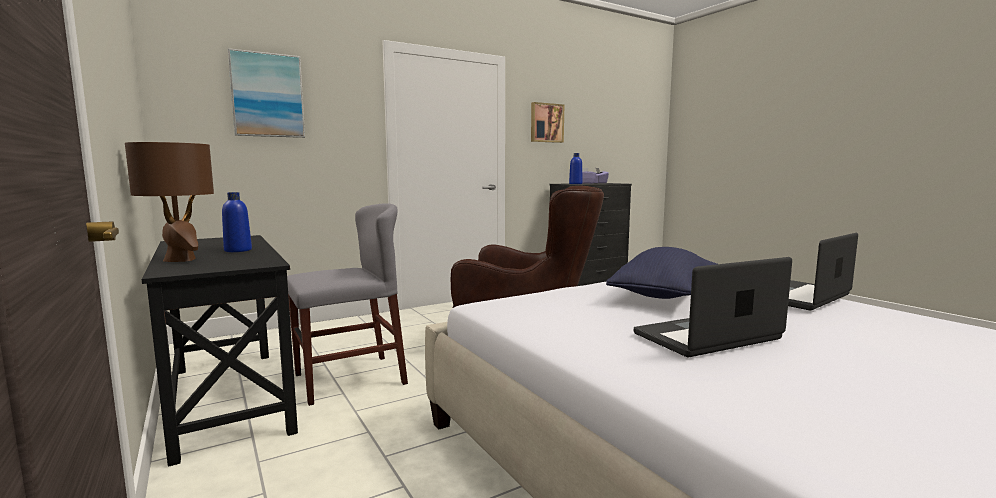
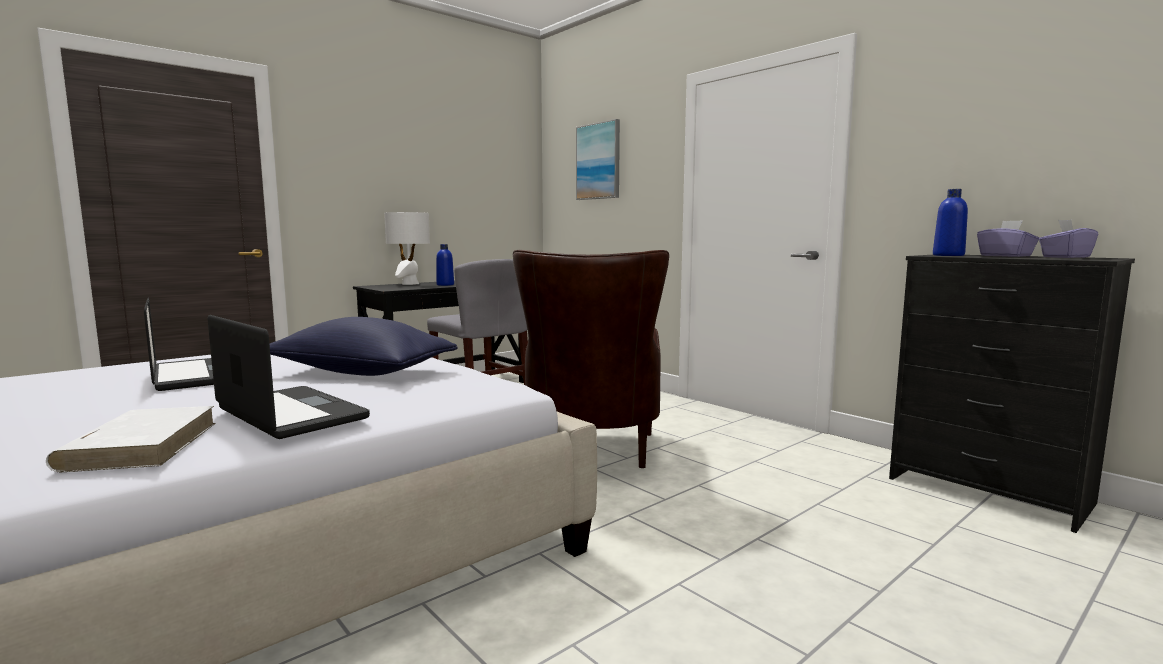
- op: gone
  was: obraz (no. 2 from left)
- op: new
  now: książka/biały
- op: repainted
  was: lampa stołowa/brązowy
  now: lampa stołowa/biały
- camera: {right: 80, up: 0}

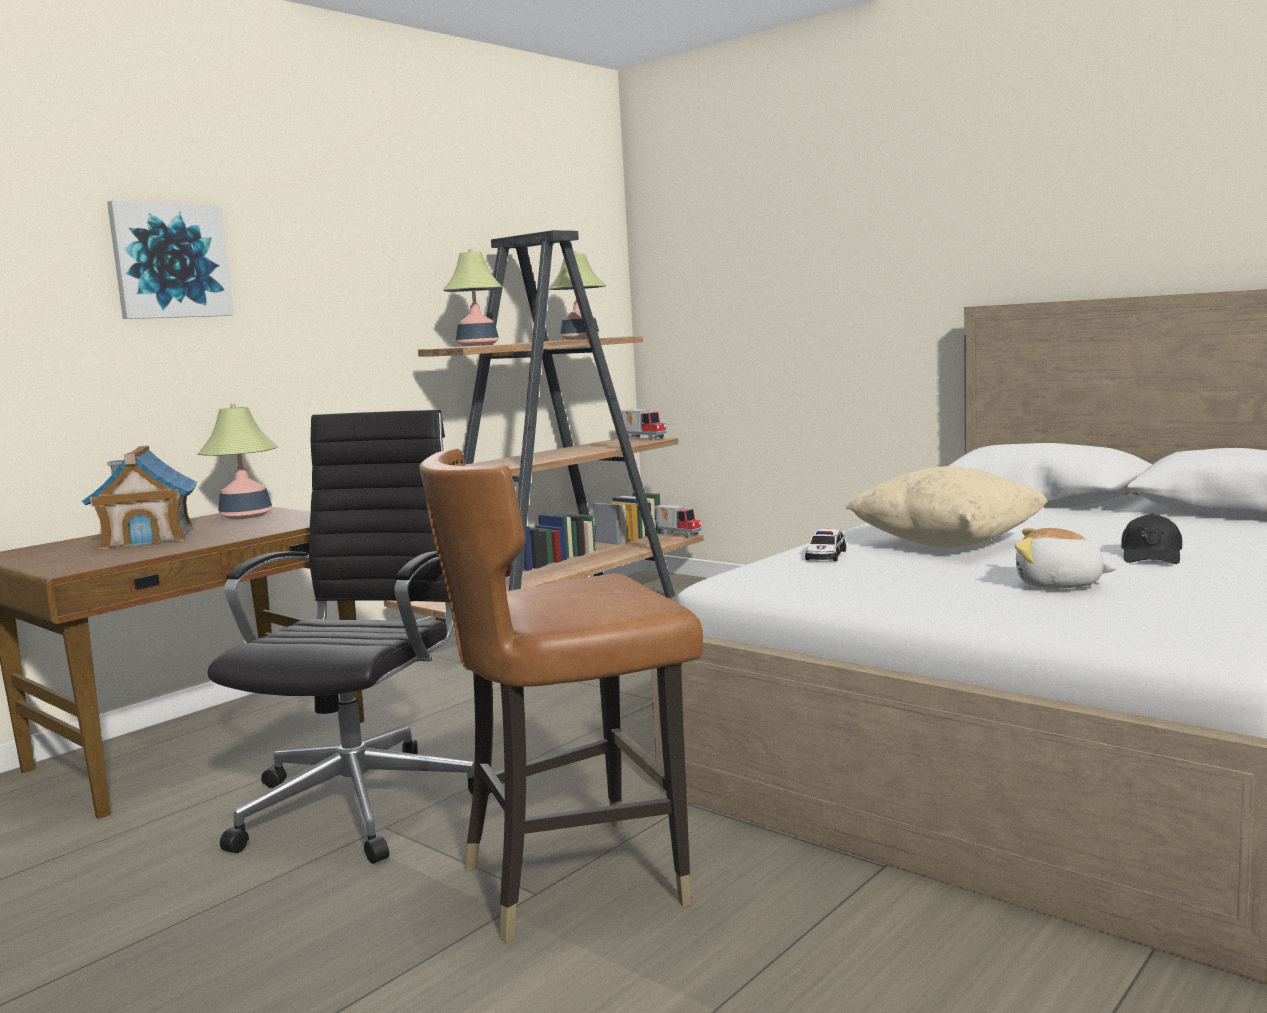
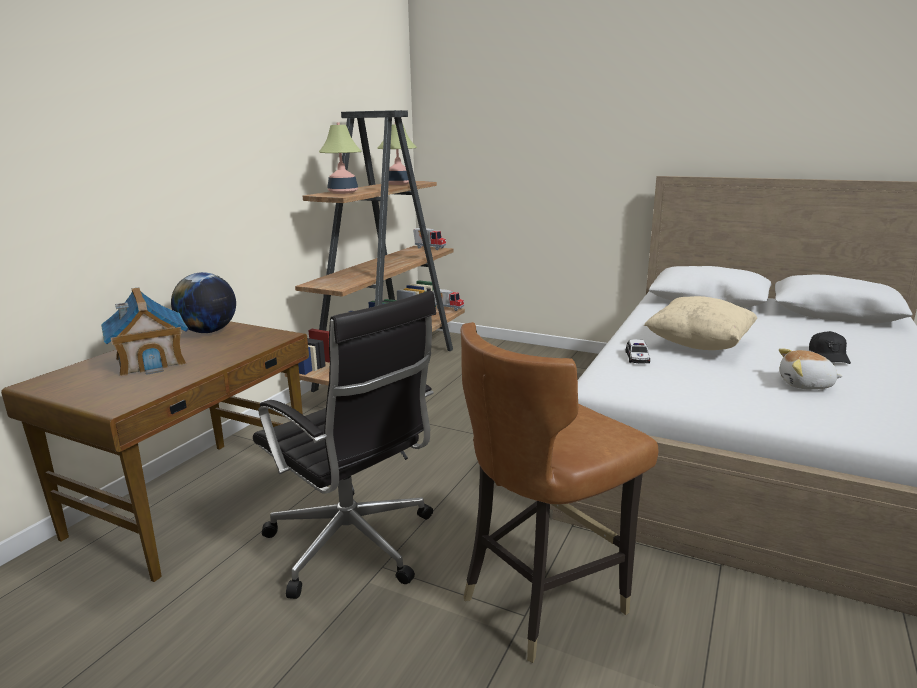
- op: gone
  was: obraz
- op: swapped
  was: lampa stołowa (no. 1 from left)
  now: globus
- op: rotated
  was: krzesło biurowe/czarny
  clockwise: 135
- camera: {right: -15, up: 10}

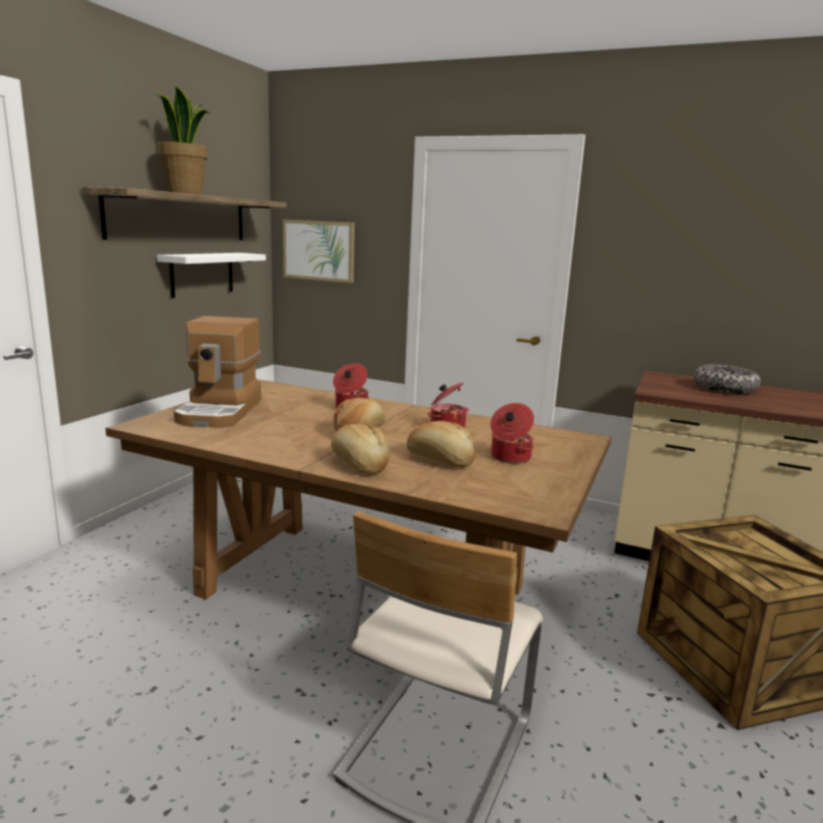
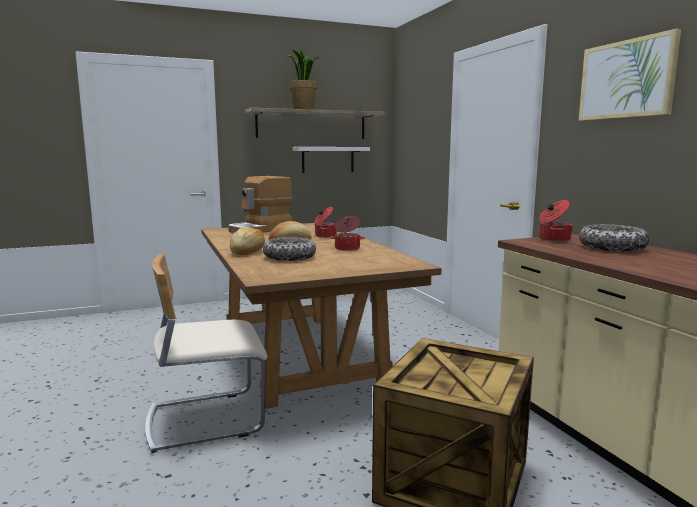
- op: shifted
  was: obraz
- op: shifted
  was: garnek (no. 3 from left)
- op: swapped
  was: chleb (no. 3 from left)
  now: miska (no. 1 from left)
- camera: {right: 45, up: -5}

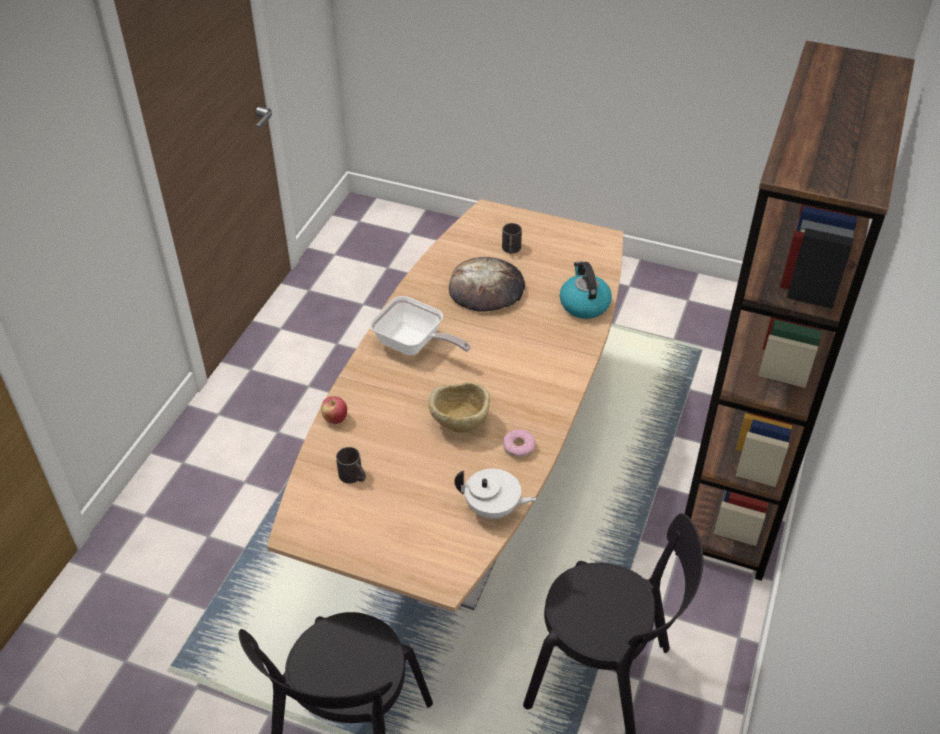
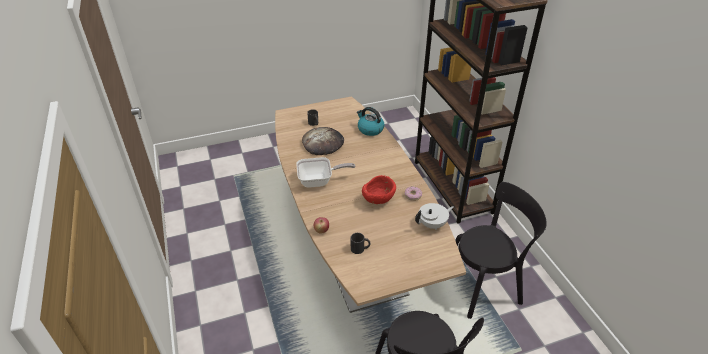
- op: repainted
  was: miska/beżowy
  now: miska/czerwony
- camera: {right: -40, up: -5}

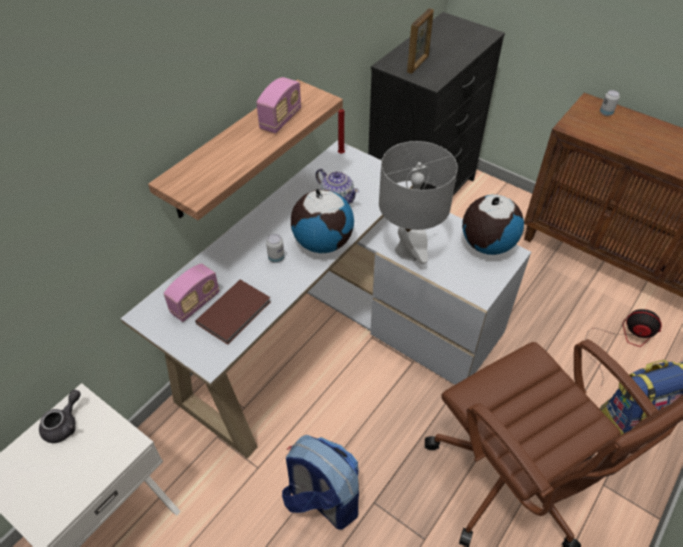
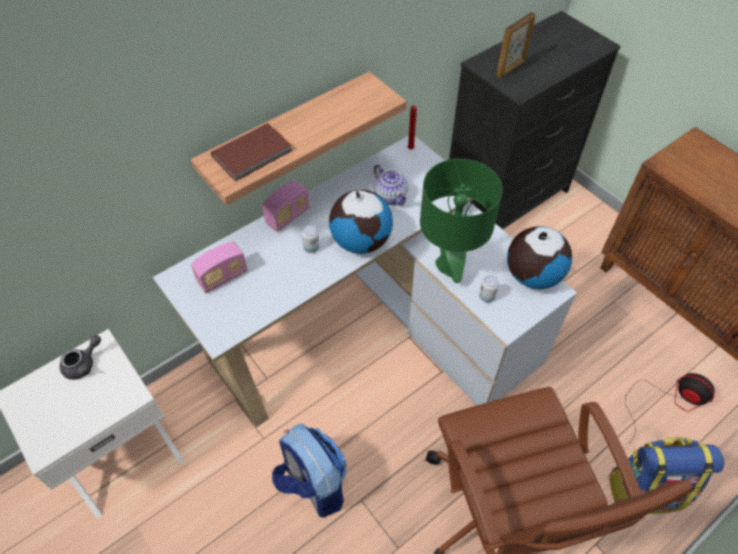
- op: shifted
  was: książka/brązowy
- op: shifted
  was: radio (no. 2 from left)
- op: shifted
  was: puszka (no. 2 from left)
- op: repainted
  was: lampa stołowa/szary
  now: lampa stołowa/zielony
- camera: {right: 15, up: 5}

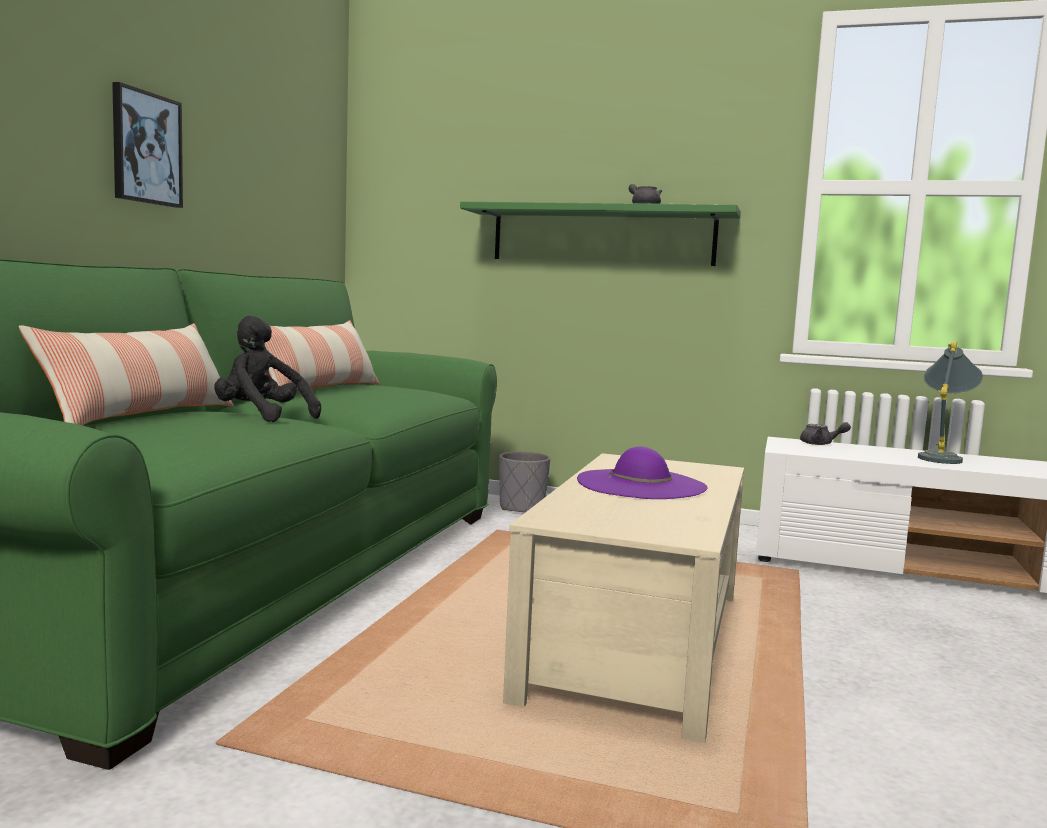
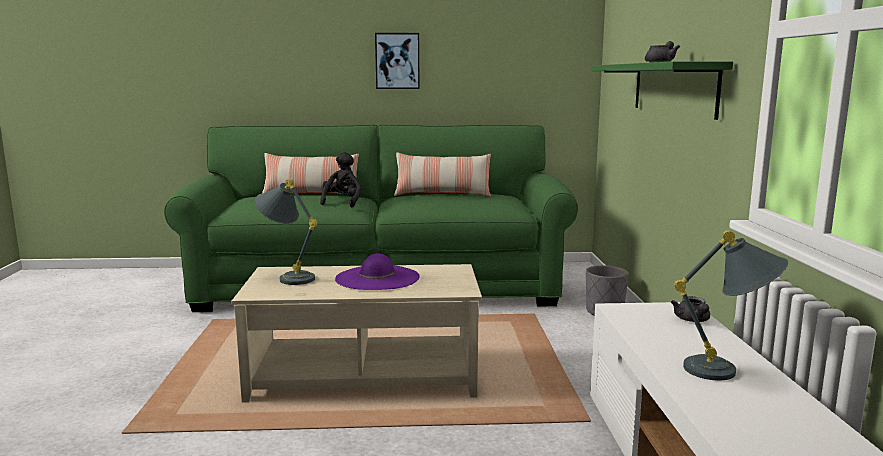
- op: new
  now: lampa stołowa/szary (no. 1 from left)
- camera: {right: 70, up: 5}

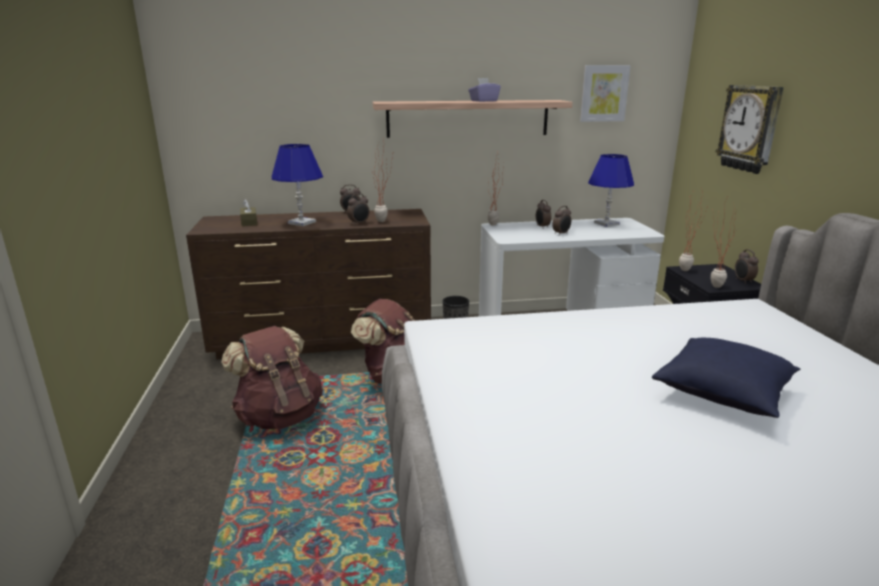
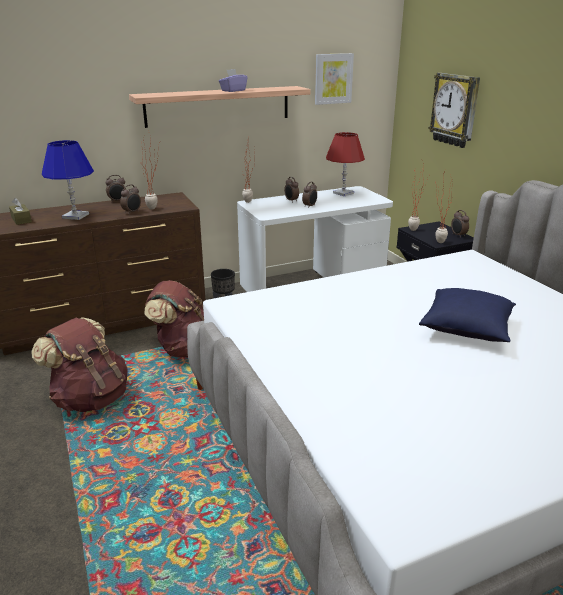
- op: repainted
  was: lampa stołowa/niebieski (no. 2 from left)
  now: lampa stołowa/czerwony
- camera: {right: -15, up: 5}

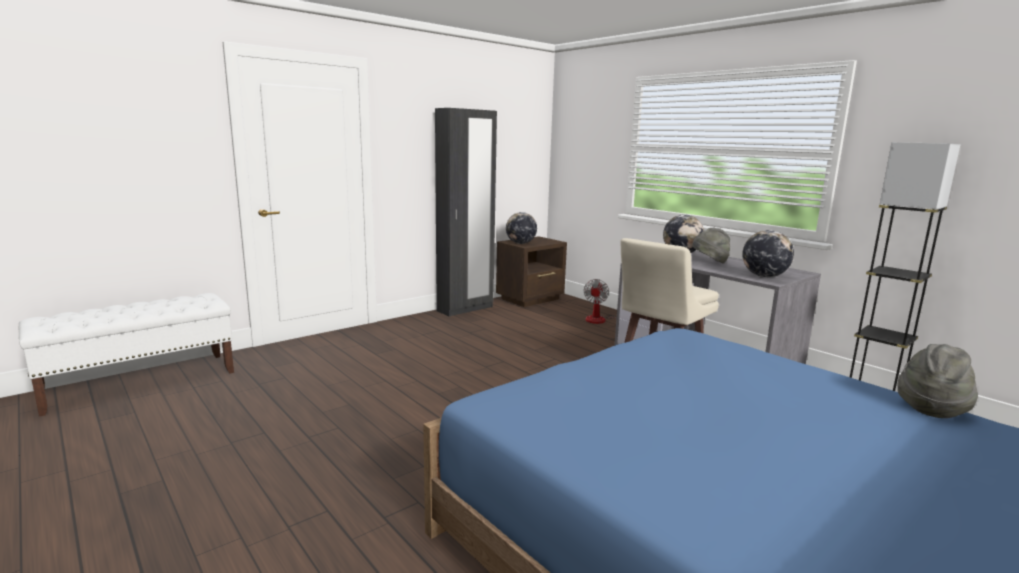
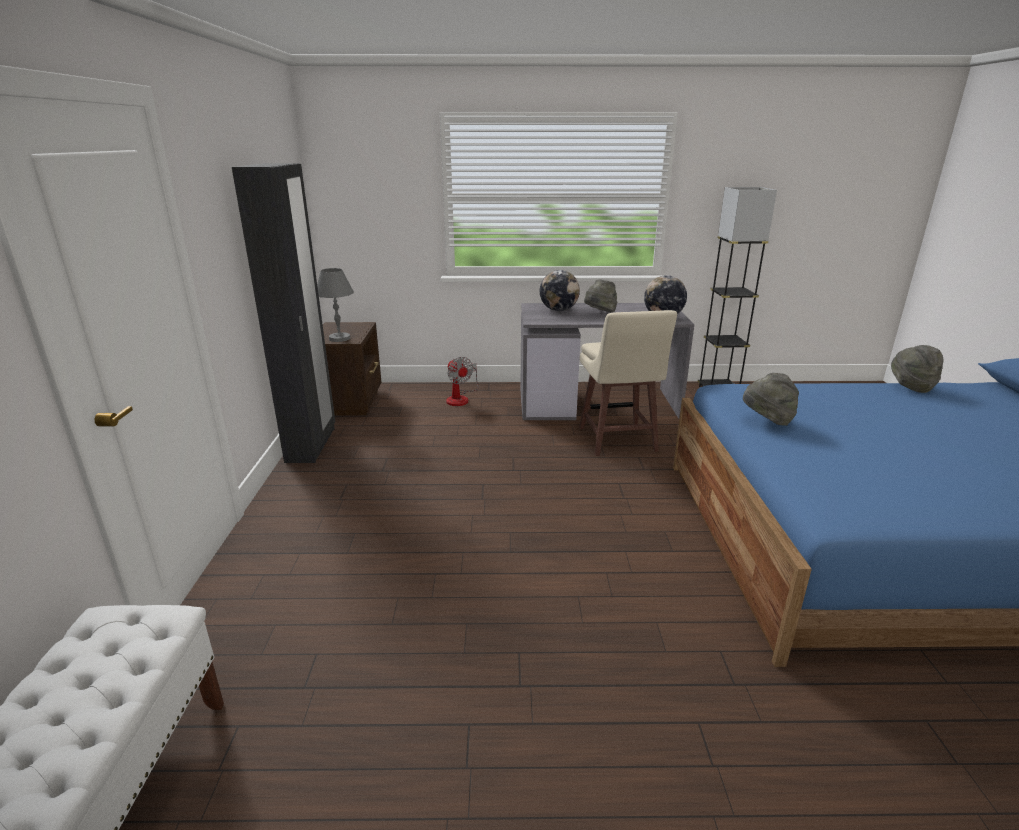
- op: new
  now: kapelusz/szary (no. 2 from left)
- op: swapped
  was: globus (no. 1 from left)
  now: lampa stołowa/szary
- camera: {right: -50, up: 10}

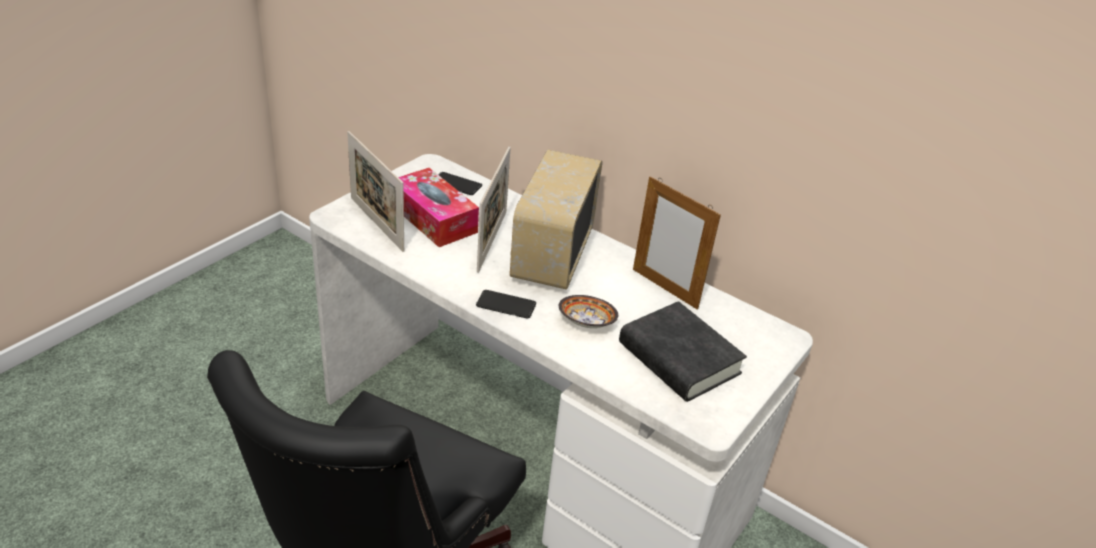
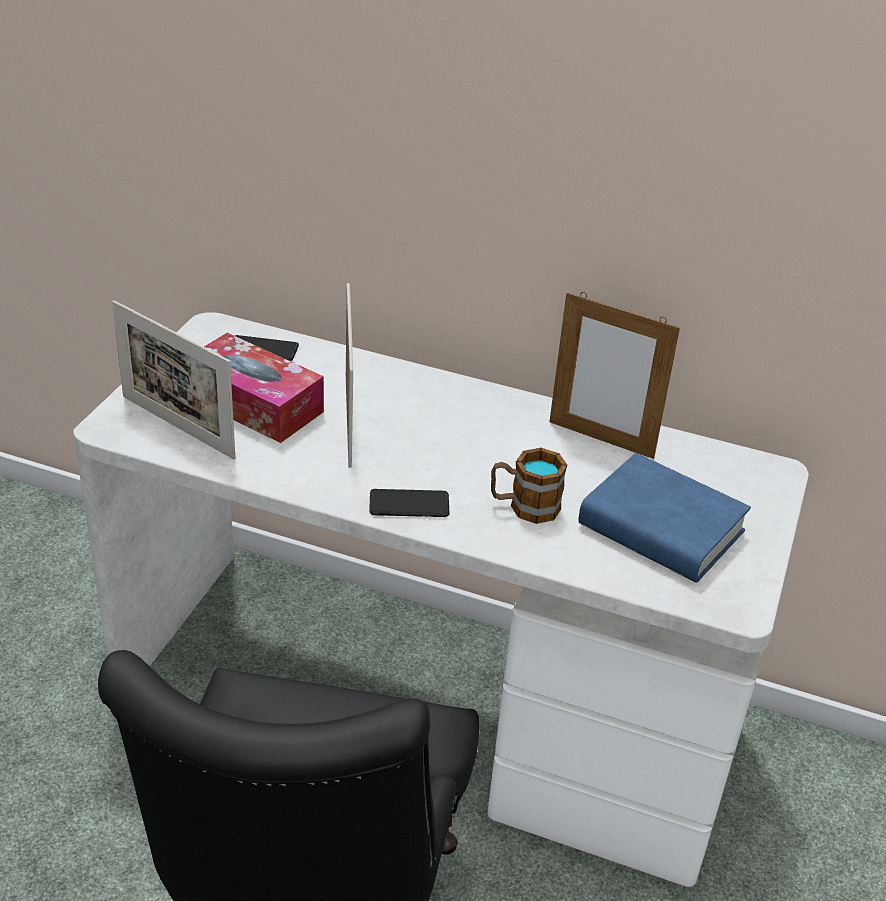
- op: gone
  was: radio
- op: swapped
  was: miska
  now: kubek
- op: repainted
  was: książka/czarny
  now: książka/niebieski
- camera: {right: -15, up: 0}

